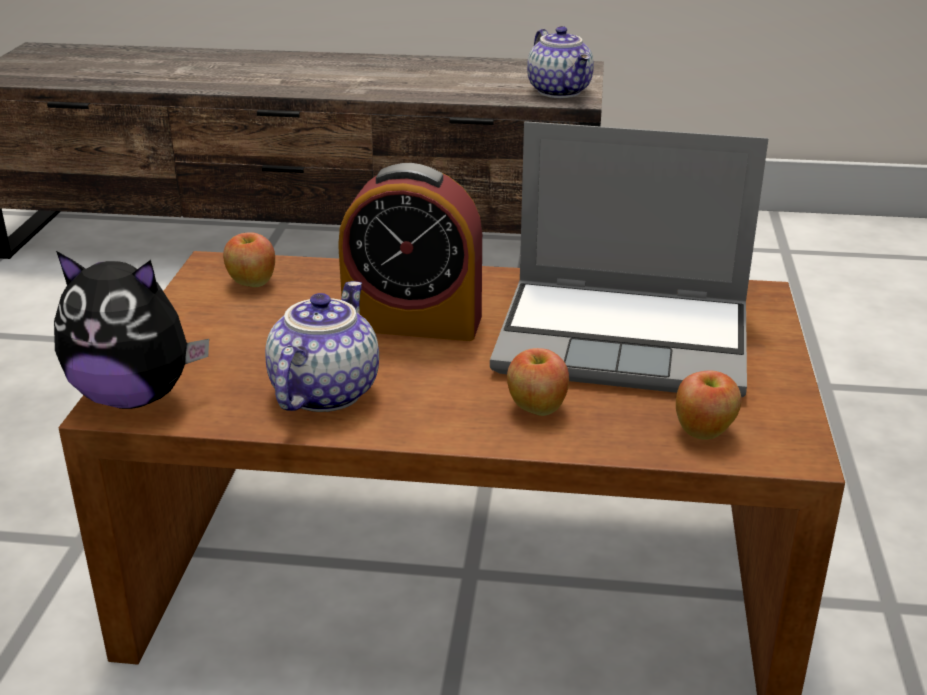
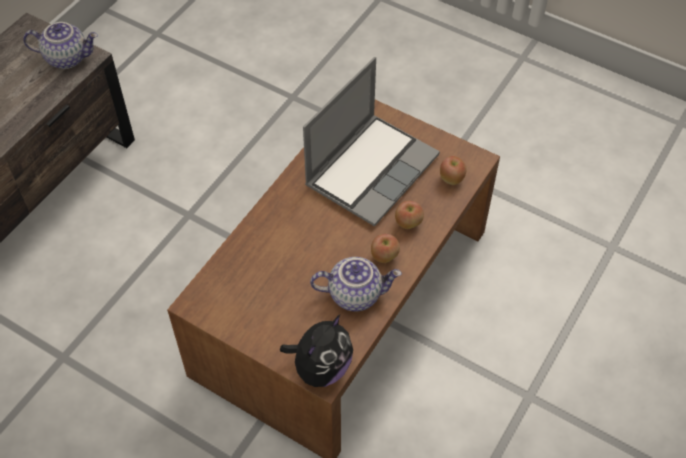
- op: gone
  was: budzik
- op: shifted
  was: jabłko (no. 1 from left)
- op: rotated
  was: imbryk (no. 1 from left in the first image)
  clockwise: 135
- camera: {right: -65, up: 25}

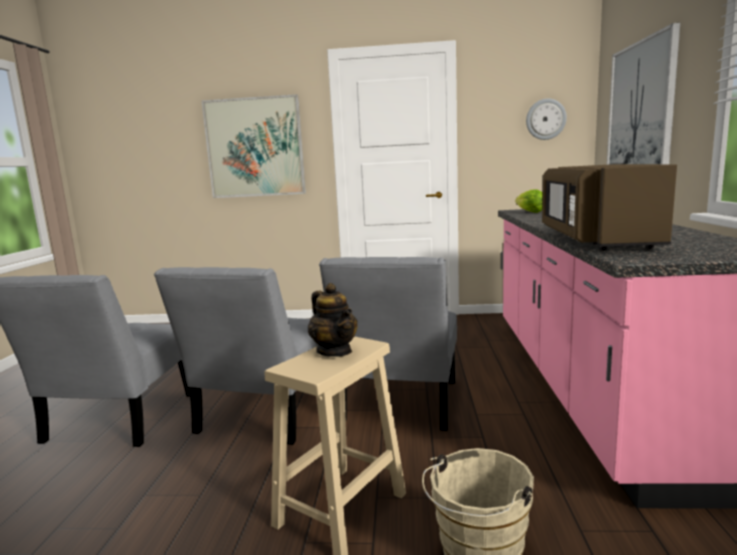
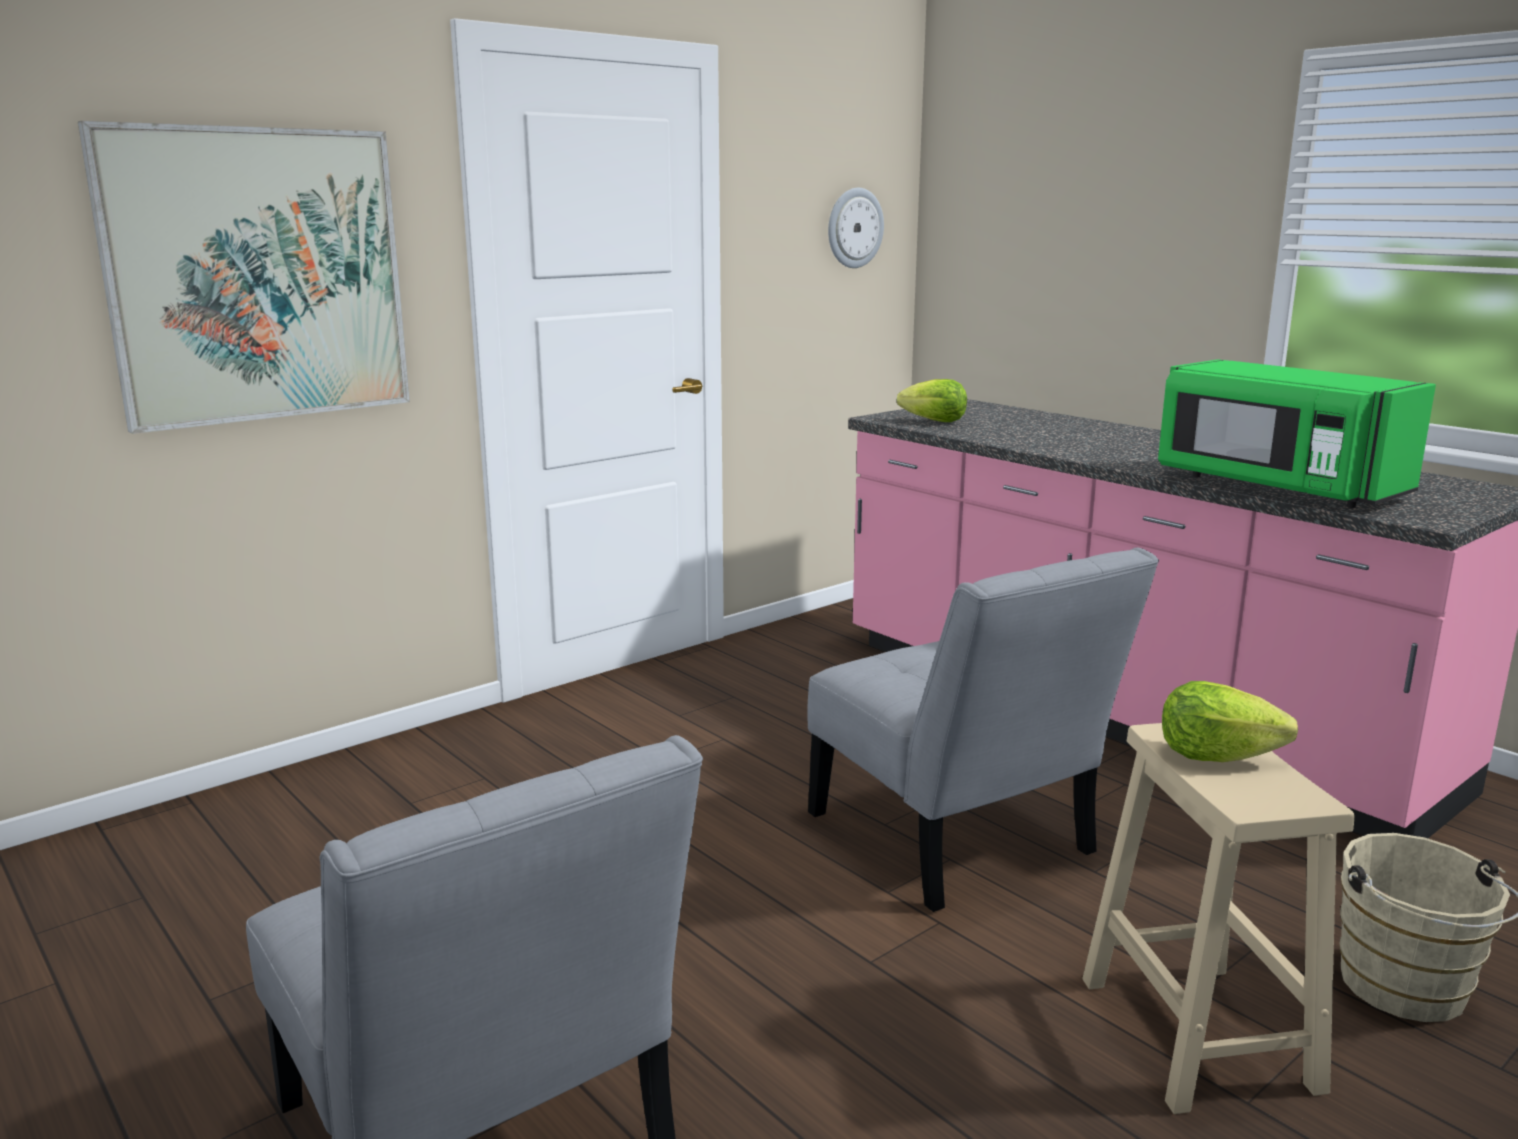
- op: gone
  was: krzesło/szary (no. 2 from left)
- op: gone
  was: obraz (no. 2 from left)
- op: swapped
  was: imbryk
  now: sałata (no. 2 from left)
- op: repainted
  was: mikrofalówka/brązowy
  now: mikrofalówka/zielony
- camera: {right: -45, up: 5}

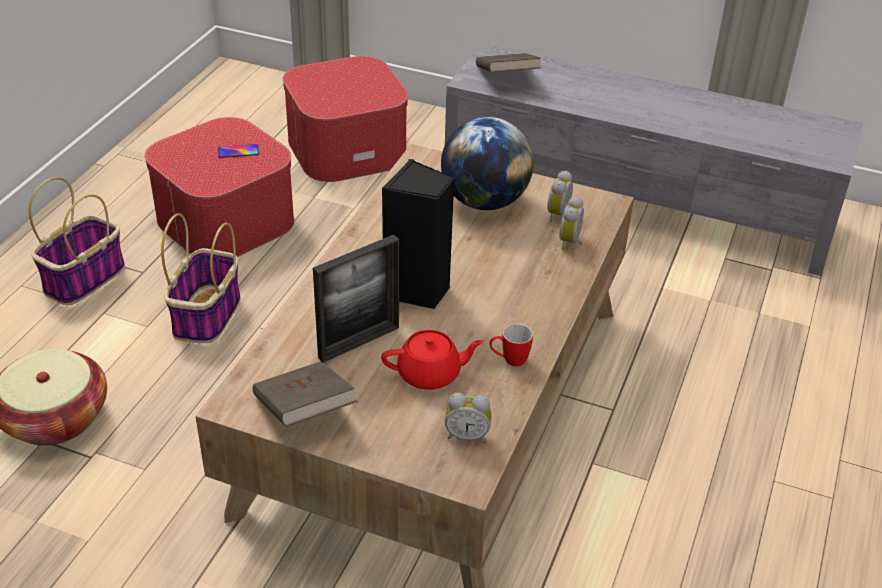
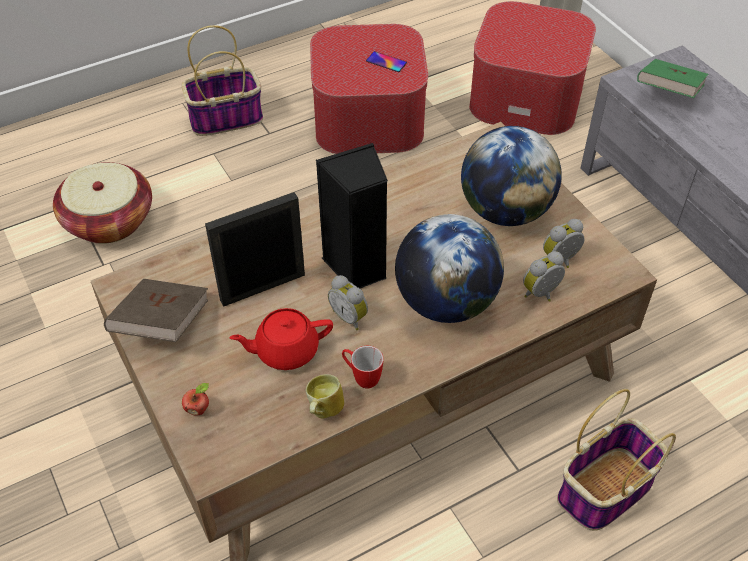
- op: new
  now: jabłko
- op: new
  now: kubek (no. 1 from left)
- op: new
  now: globus (no. 1 from left)
- op: shifted
  was: koszyk (no. 3 from left)
- op: shifted
  was: budzik (no. 1 from left)
- op: repainted
  was: książka/brązowy (no. 2 from left)
  now: książka/zielony
- op: rotated
  was: ramka na zdjęcie
  clockwise: 150
- op: rotated
  was: imbryk/czerwony
  clockwise: 135
- camera: {right: 40, up: 10}

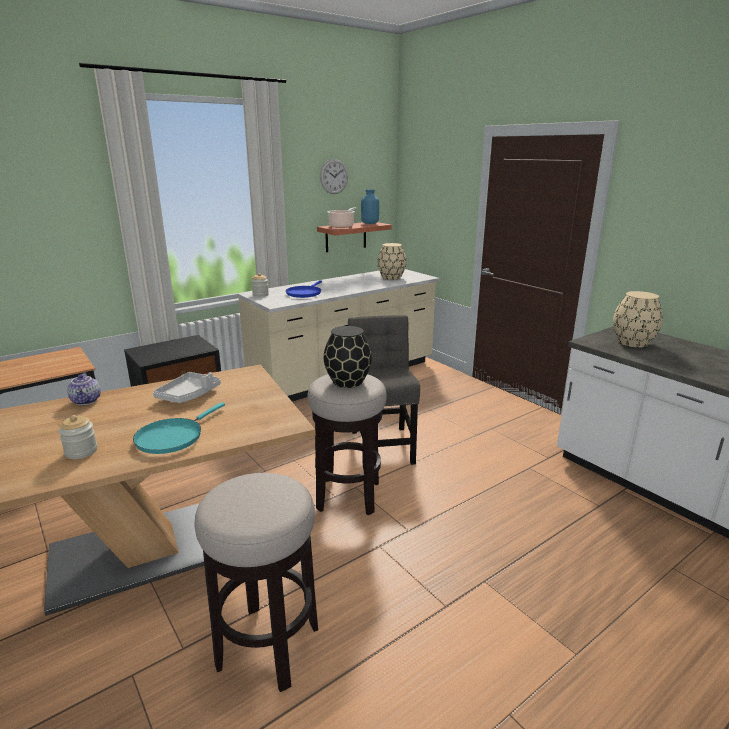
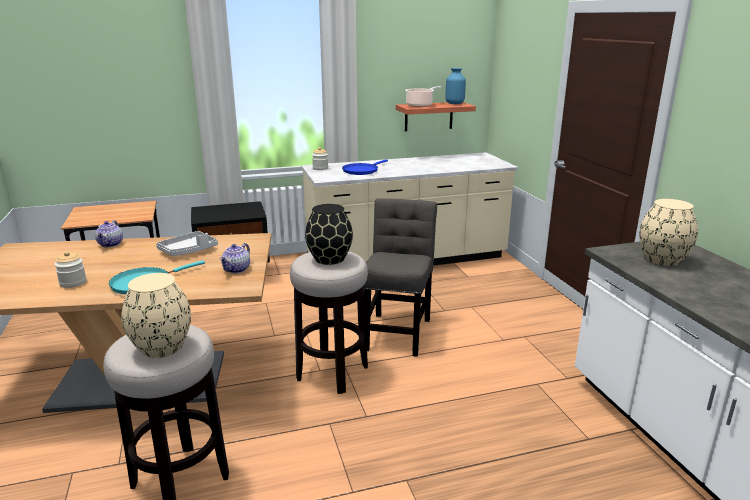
- op: gone
  was: zegar ścienny
- op: new
  now: imbryk (no. 2 from left)
- op: shifted
  was: wazon/beżowy (no. 1 from left)
- camera: {right: 20, up: 0}

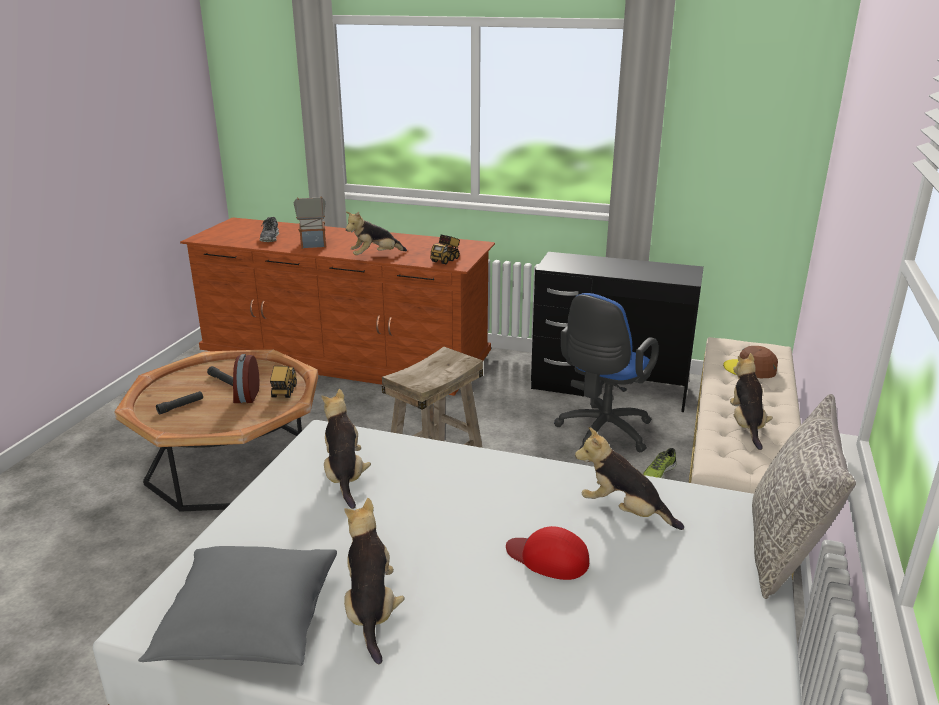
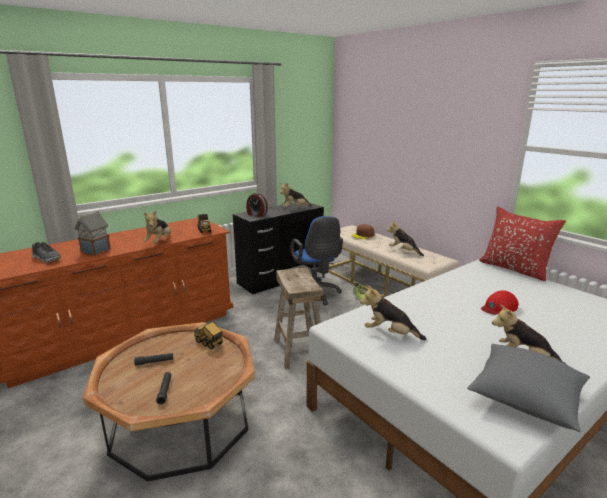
- op: shifted
  was: budzik
- op: shifted
  was: pluszak (no. 4 from left in the first image)
  now: pluszak (no. 2 from left)
- op: repainted
  was: poduszka/szary (no. 2 from left)
  now: poduszka/czerwony
- camera: {right: -55, up: -5}

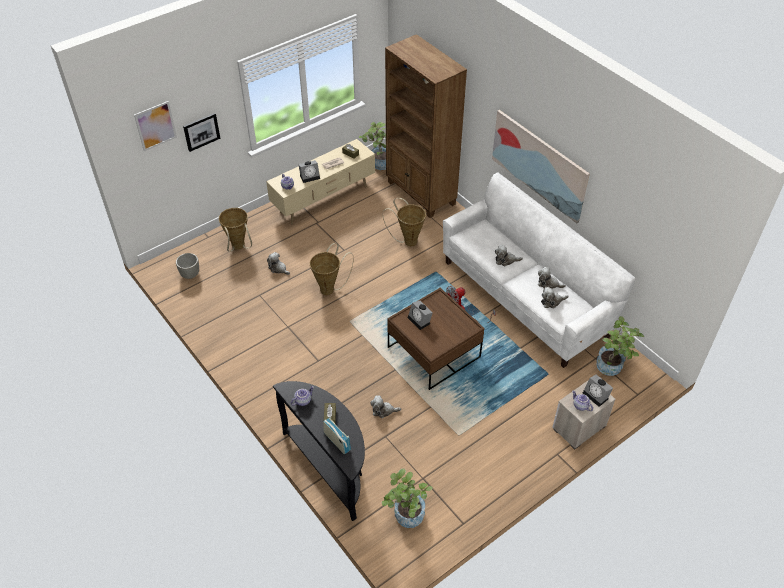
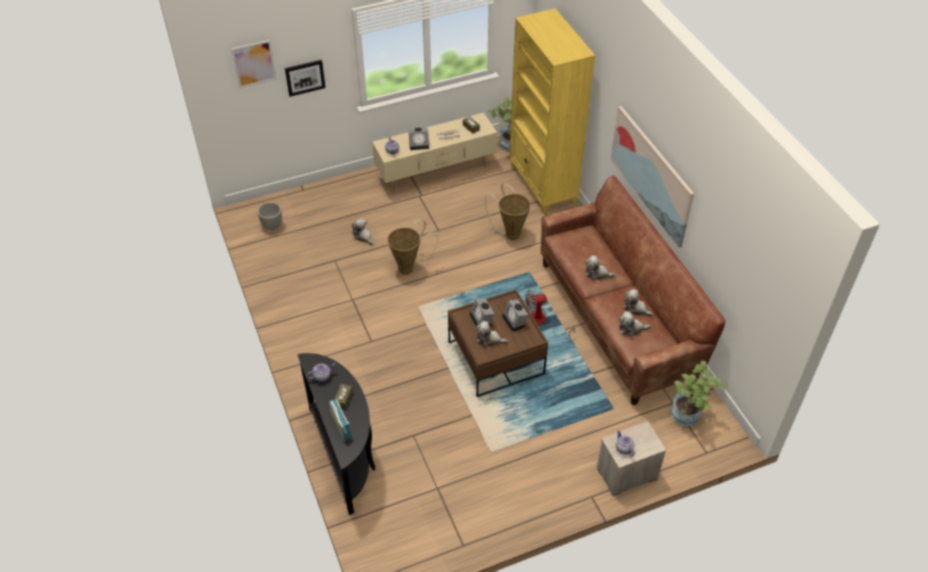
- op: gone
  was: koszyk (no. 1 from left)
- op: gone
  was: roślina doniczkowa (no. 2 from left)
- op: shifted
  was: pluszak (no. 2 from left)
- op: shifted
  was: budzik (no. 3 from left)
- op: repainted
  was: regał/brązowy
  now: regał/żółty
- op: repainted
  was: kanapa/biały
  now: kanapa/brązowy
- camera: {right: 15, up: 0}

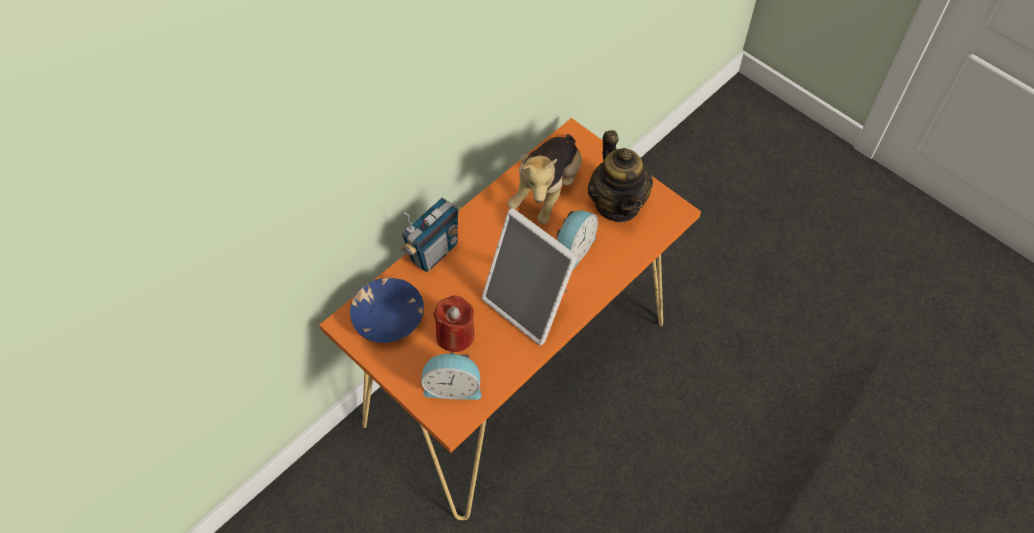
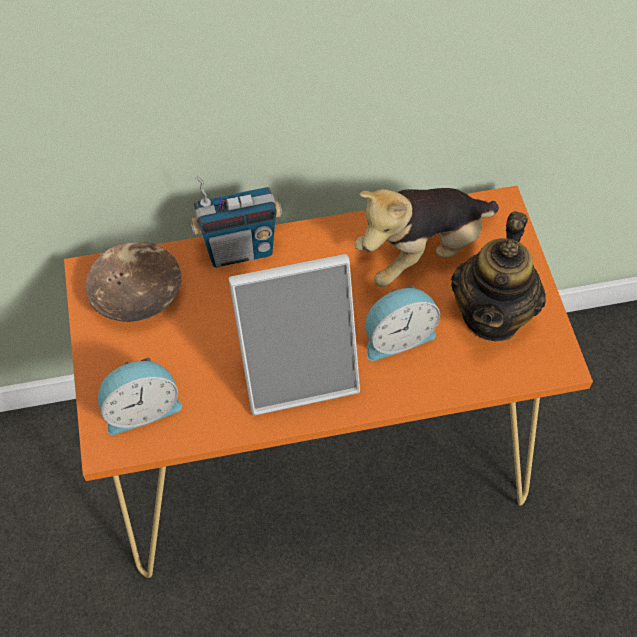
- op: gone
  was: świeca/czerwony
- op: repainted
  was: miska/niebieski
  now: miska/brązowy
- op: rotated
  was: budzik (no. 1 from left)
  clockwise: -60
- op: rotated
  was: ramka na zdjęcie
  clockwise: -90
- camera: {right: 35, up: 0}

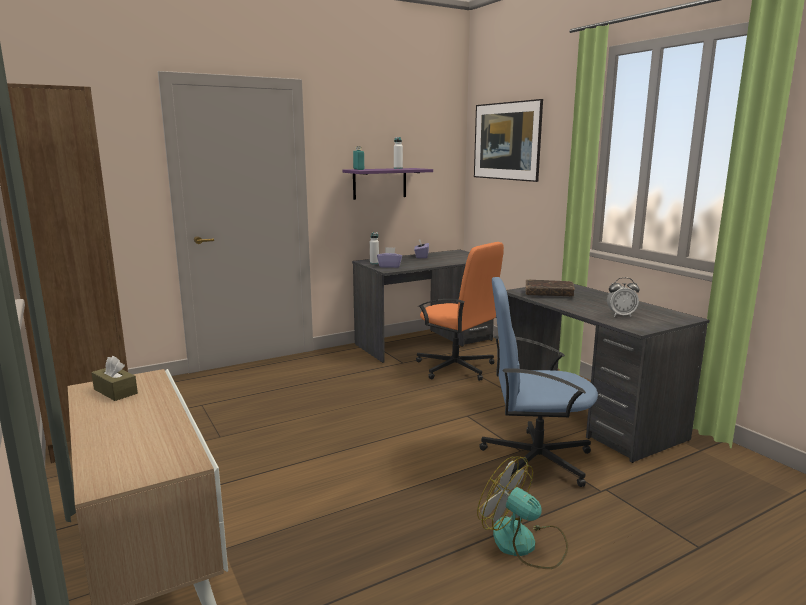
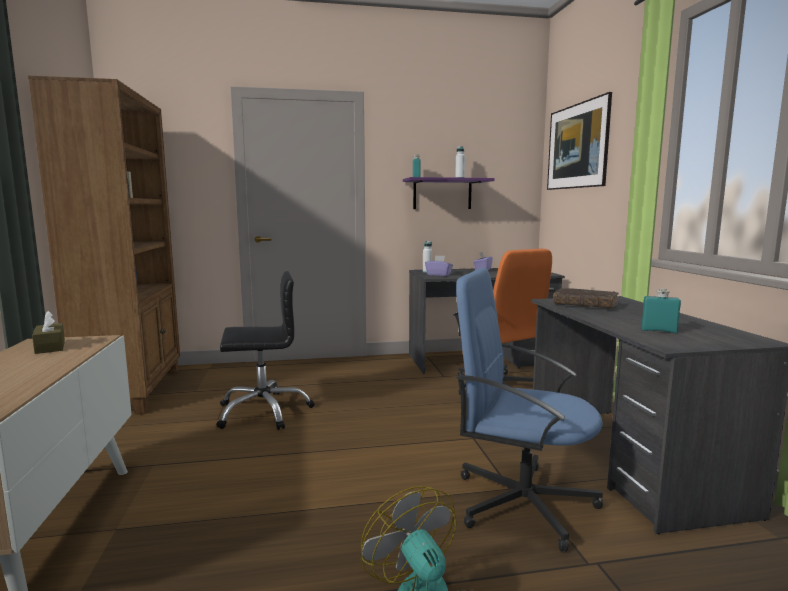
- op: new
  now: krzesło biurowe/czarny
- op: swapped
  was: budzik
  now: butelka/turkusowy (no. 2 from left)
- camera: {right: 20, up: -5}

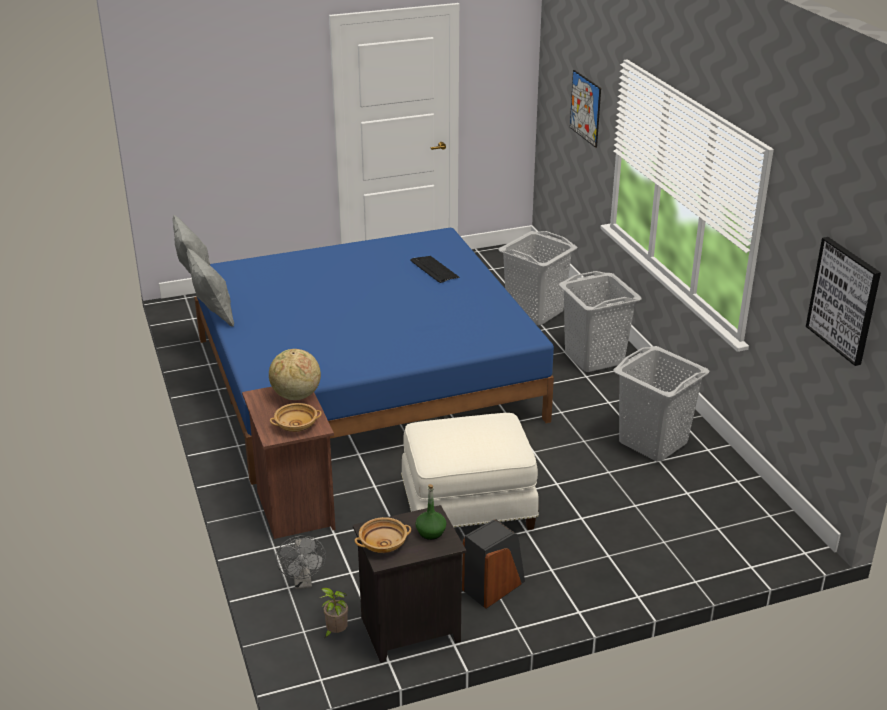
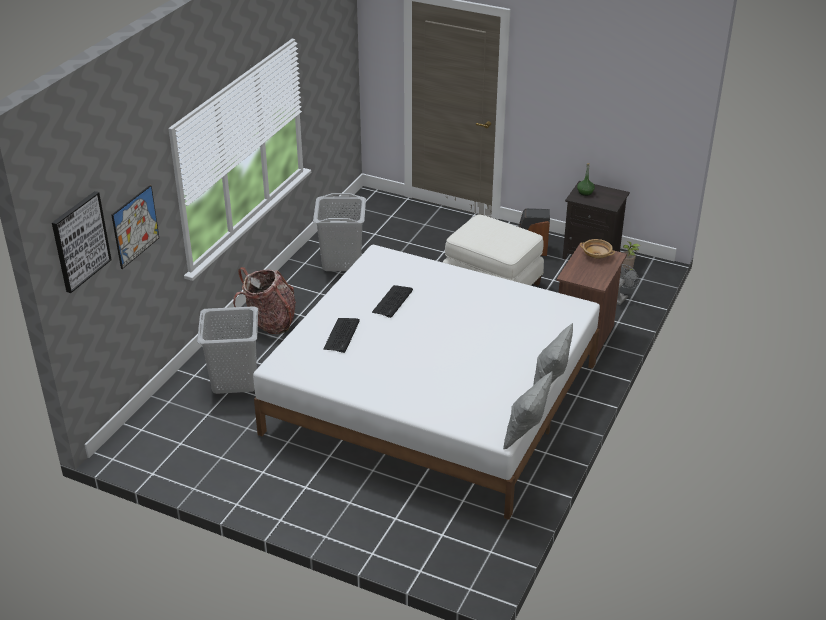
- op: gone
  was: globus
- op: gone
  was: miska/beżowy (no. 2 from left)
- op: new
  now: klawiatura (no. 2 from left)
- op: shifted
  was: obraz (no. 2 from left in the first image)
  now: obraz (no. 1 from left)
- op: swapped
  was: kosz na pranie/szary (no. 2 from left)
  now: plecak
- op: repainted
  was: łóżko/niebieski
  now: łóżko/biały
- camera: {right: -135, up: 5}

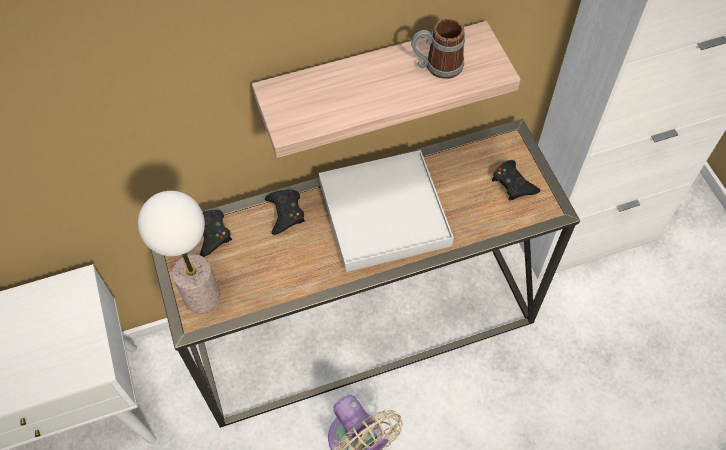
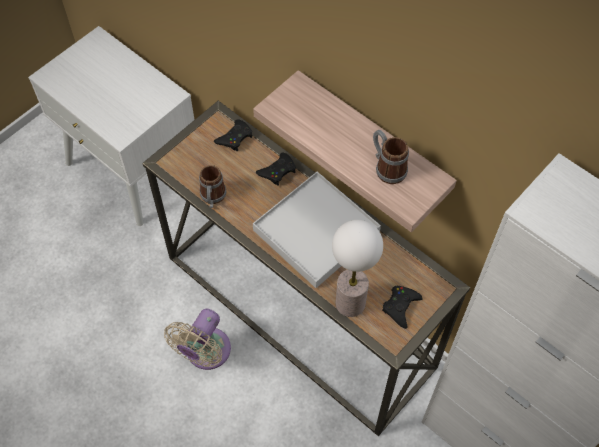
- op: new
  now: kubek (no. 1 from left)
- op: shifted
  was: lampa stołowa
- camera: {right: 60, up: 0}

